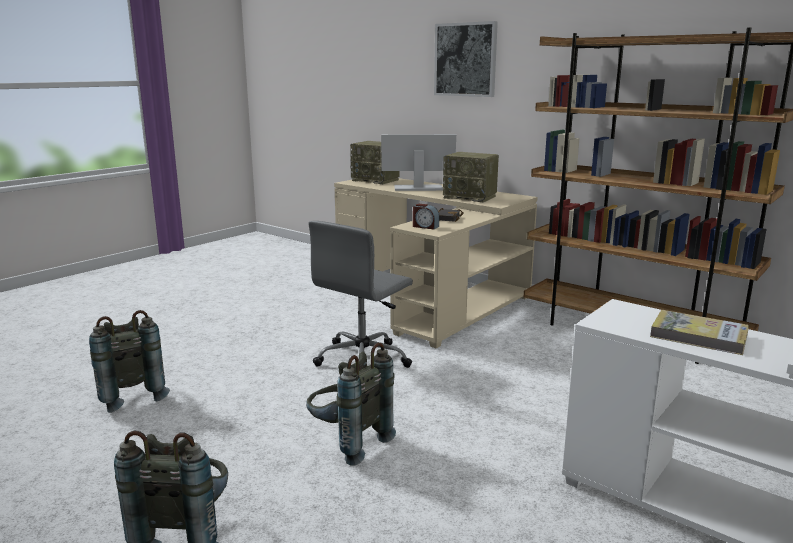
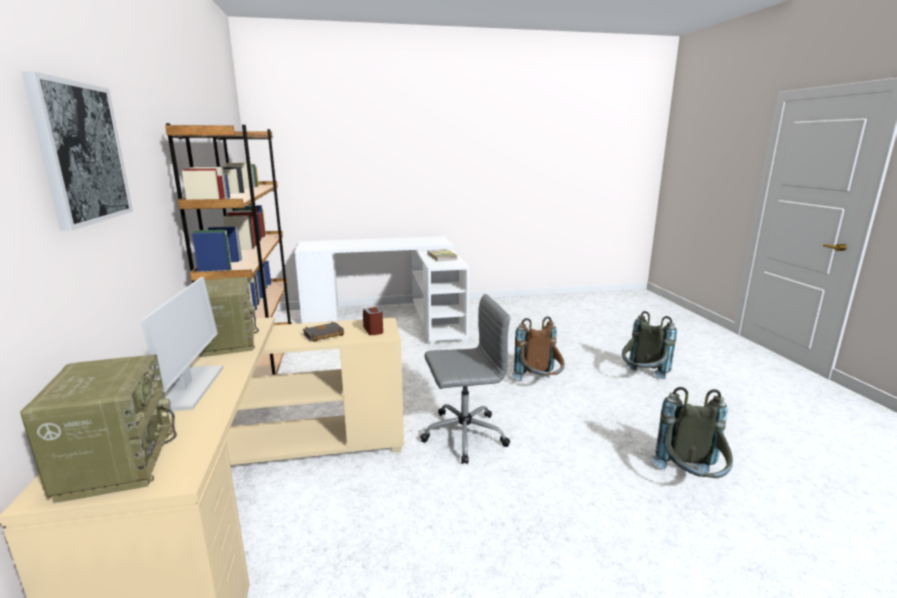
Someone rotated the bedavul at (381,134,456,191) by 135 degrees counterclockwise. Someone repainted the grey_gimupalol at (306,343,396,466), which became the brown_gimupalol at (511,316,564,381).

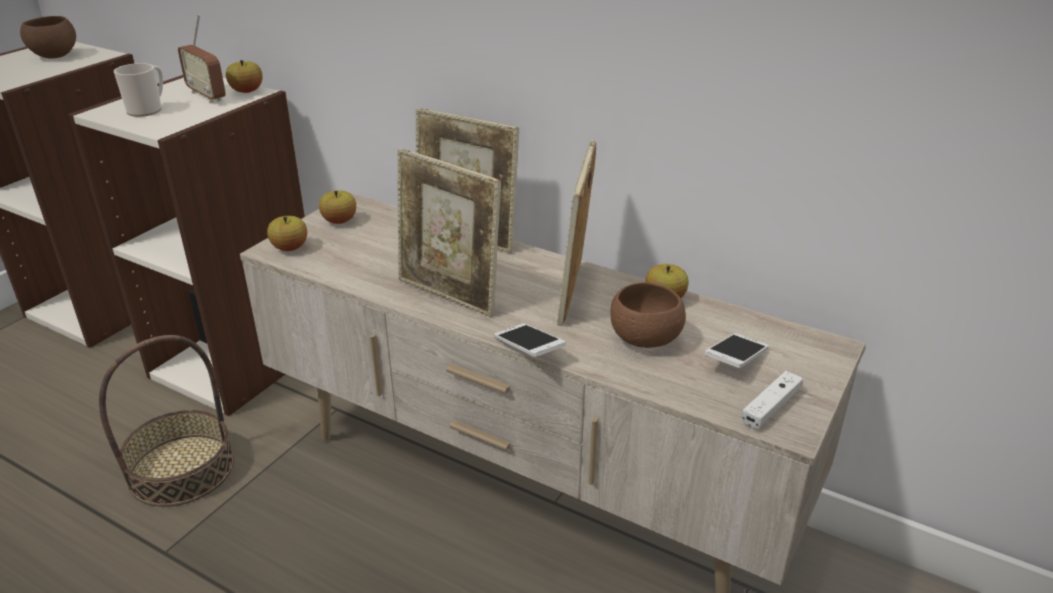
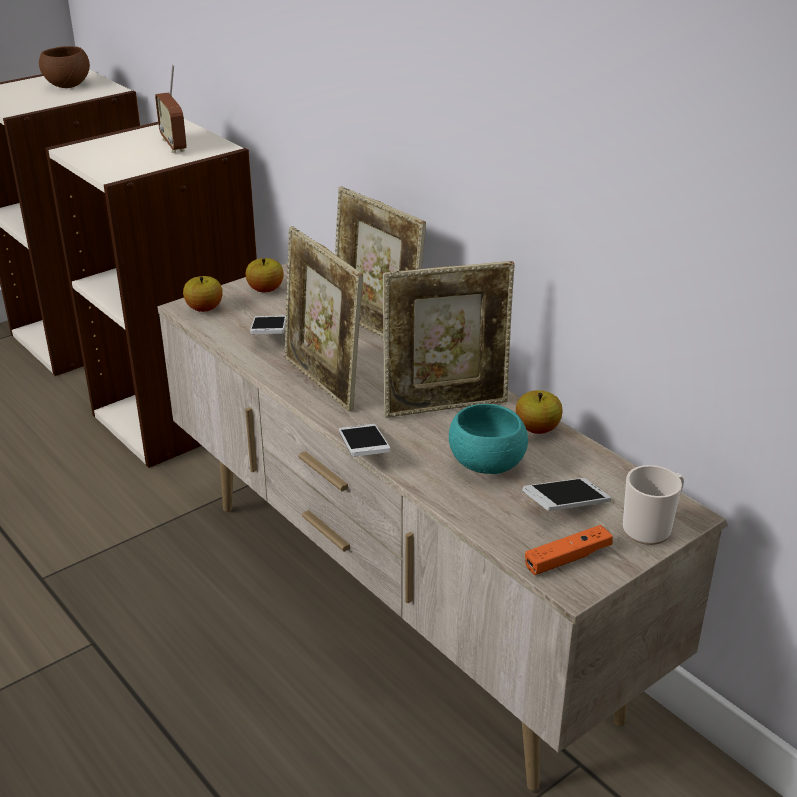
Someone put down the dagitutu at (250,315,286,334). Someone rotated the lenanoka at (556,140,596,326) by 135 degrees counterclockwise. Someone repainted the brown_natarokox at (610,282,686,348), which became the turquoise_natarokox at (449,404,528,474). Someone repainted the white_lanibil at (741,371,803,429), which became the orange_lanibil at (525,525,613,575). Someone carried the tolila from (114,63,163,117) to (623,465,684,545). Someone took away the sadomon at (99,335,234,507). Someone took away the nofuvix at (226,60,262,93).

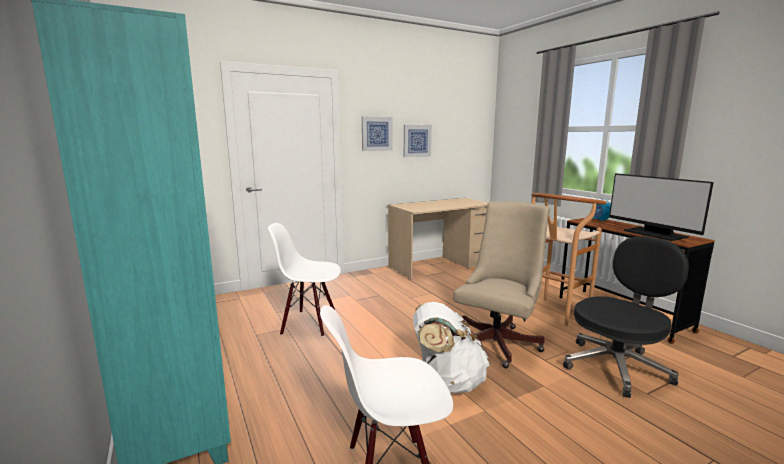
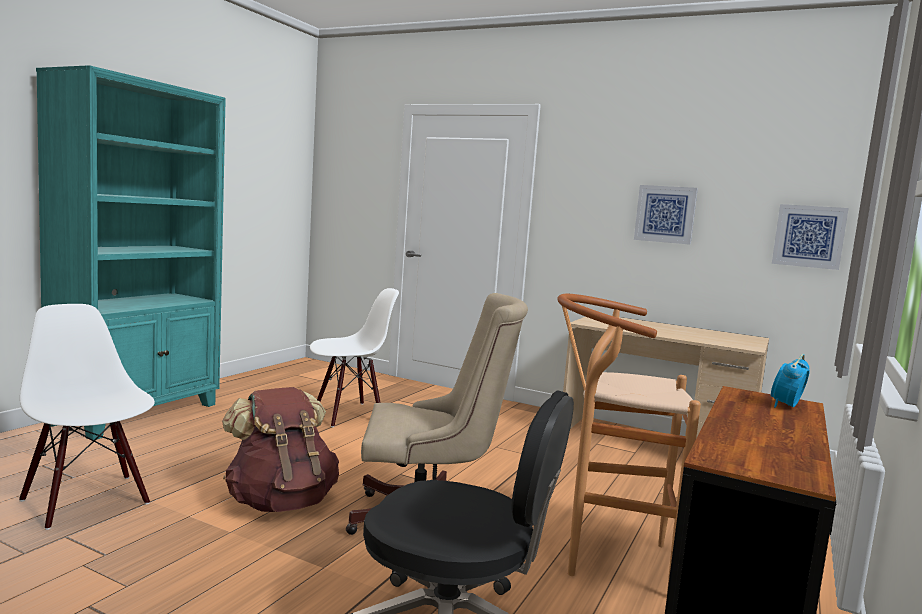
Someone repainted the white_gimupalol at (413,302,490,393), which became the brown_gimupalol at (222,387,339,512). Someone rotated the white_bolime at (268,223,341,337) by 90 degrees clockwise. Someone carried the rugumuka from (362,116,393,151) to (772,204,849,270). Someone took away the bedavul at (609,173,714,241).

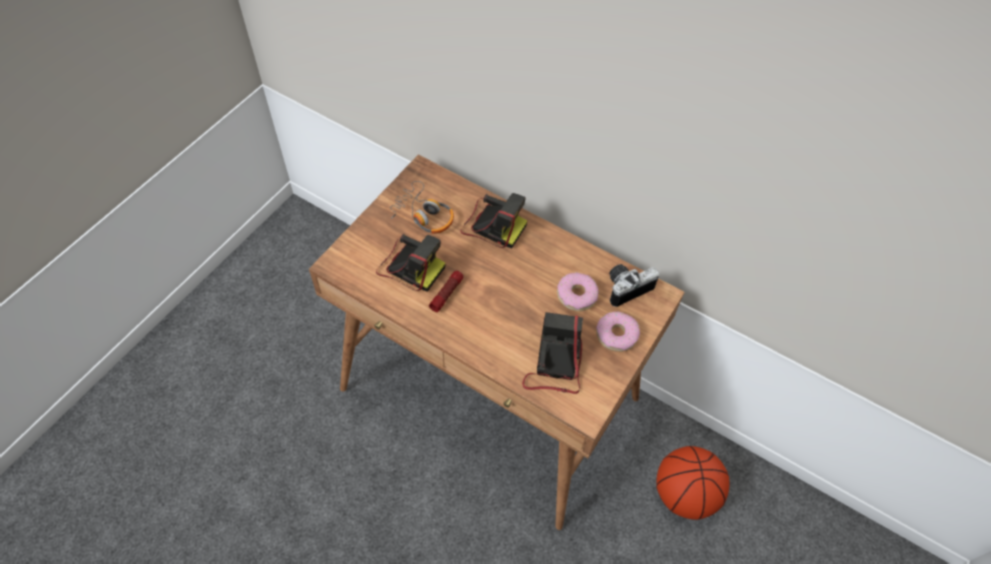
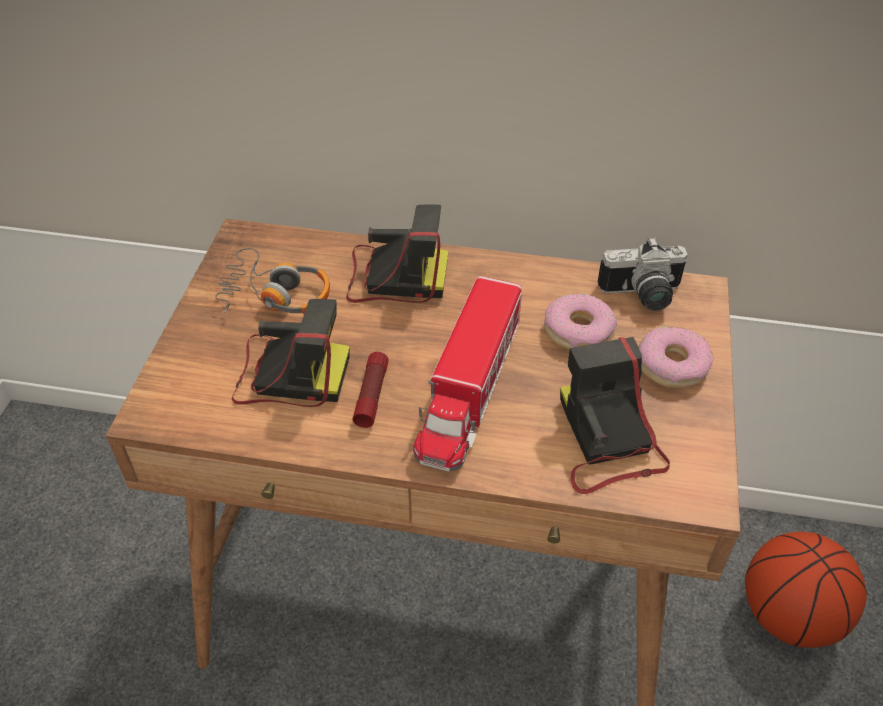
Someone put down the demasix at (413,276,522,472). Someone rotated the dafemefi at (609,264,659,307) by 135 degrees counterclockwise.

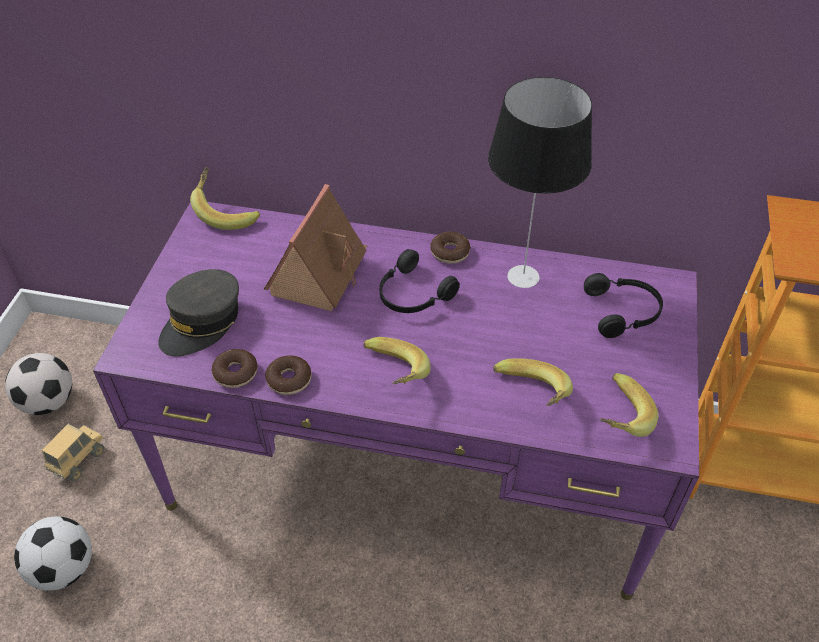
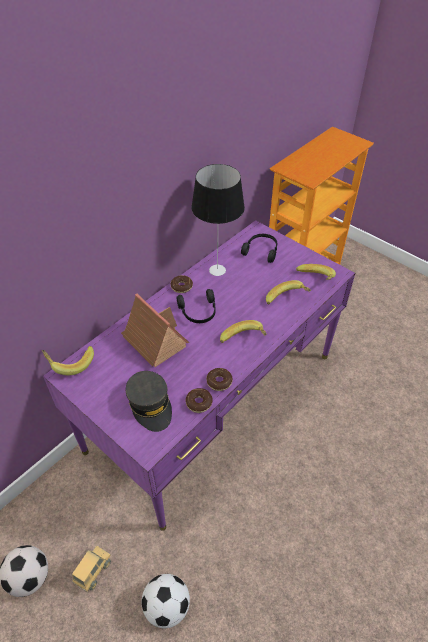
Someone rotated the demasix at (42,424,104,481) by 60 degrees clockwise.

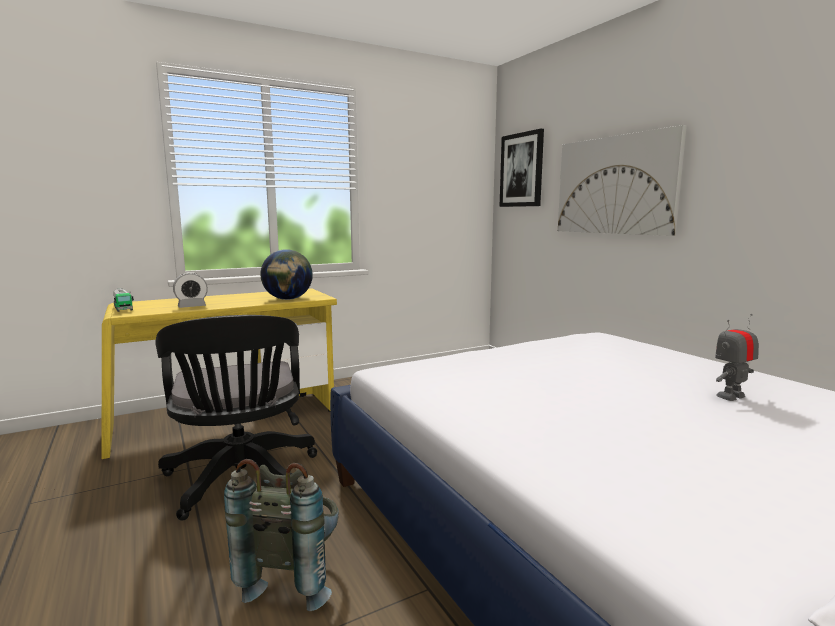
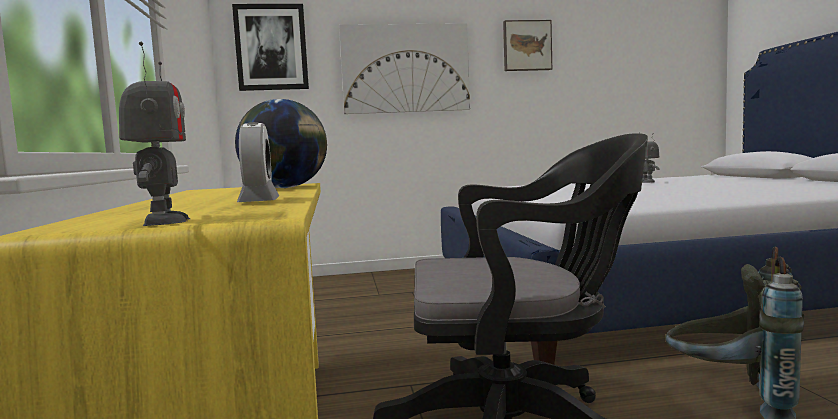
Someone swapped the demasix at (113,288,134,312) for the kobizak at (119,42,191,226). Someone put up the rugumuka at (503,20,552,71).

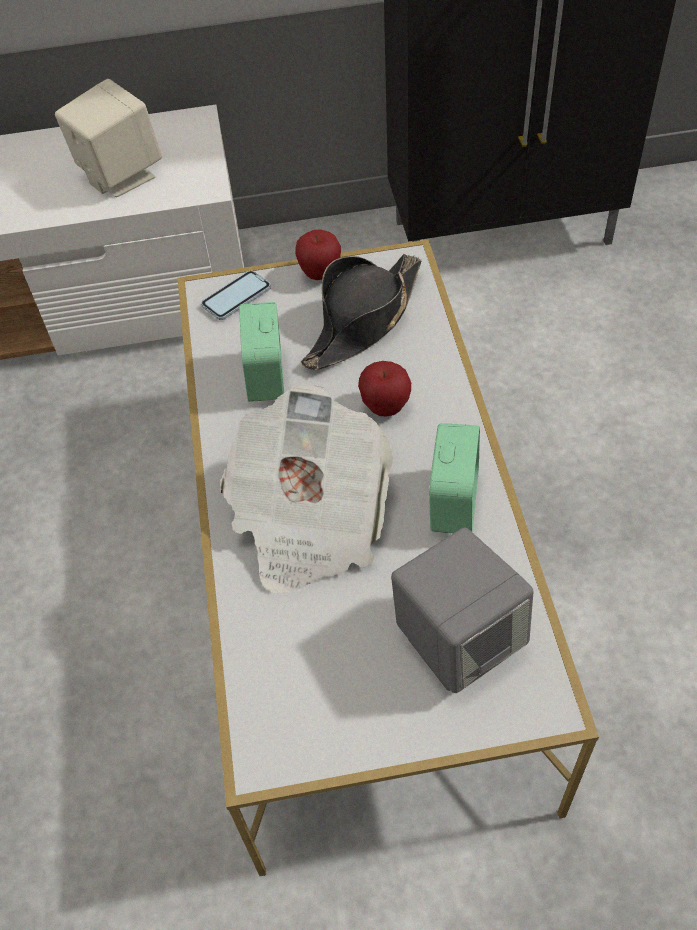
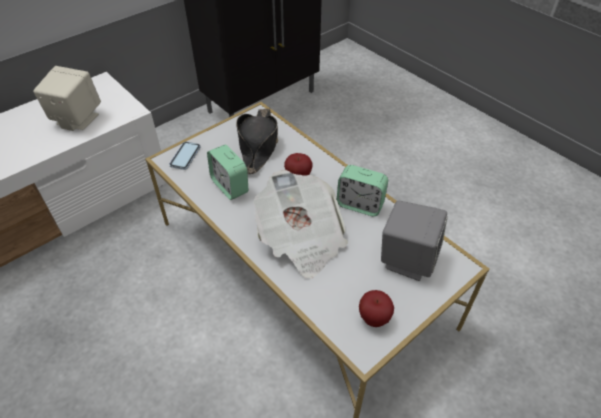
Someone rotated the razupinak at (429,423,480,533) by 135 degrees clockwise. Someone carried the nofuvix from (295,229,341,280) to (359,290,394,327).

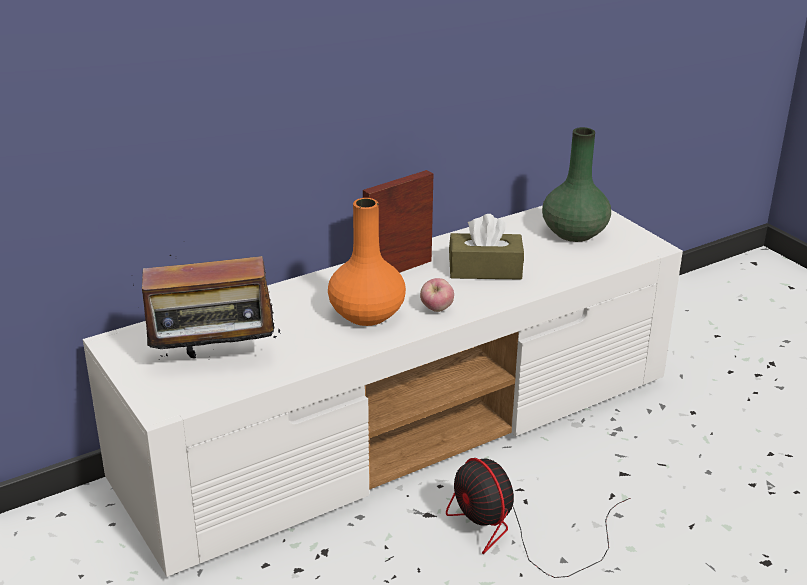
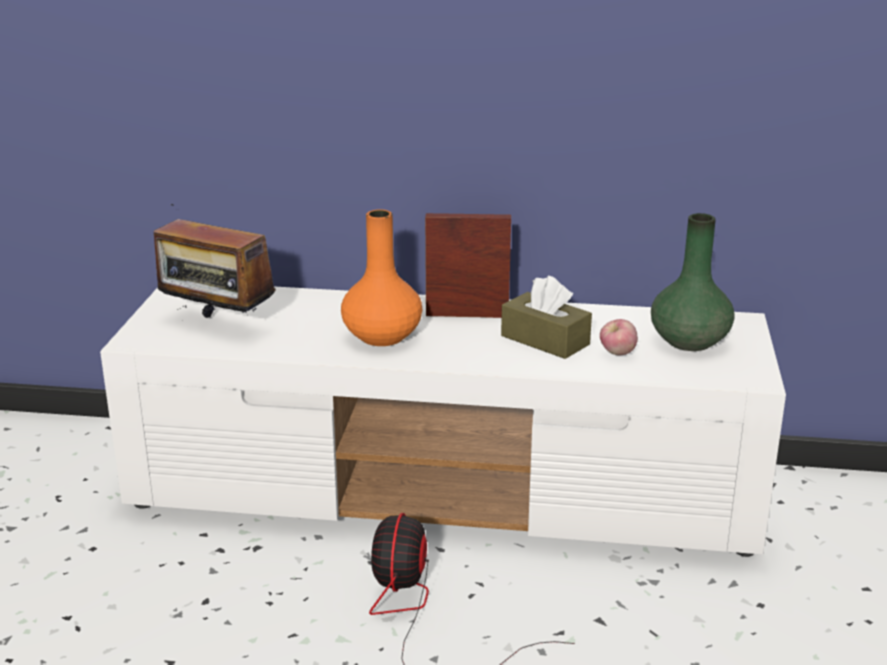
Someone carried the nofuvix from (420,278,454,312) to (600,319,638,355).

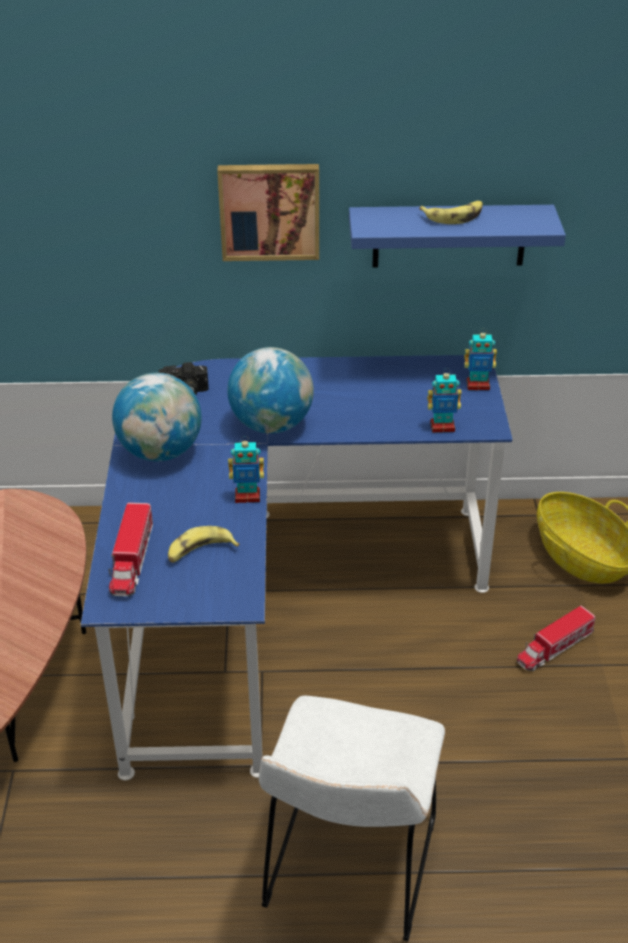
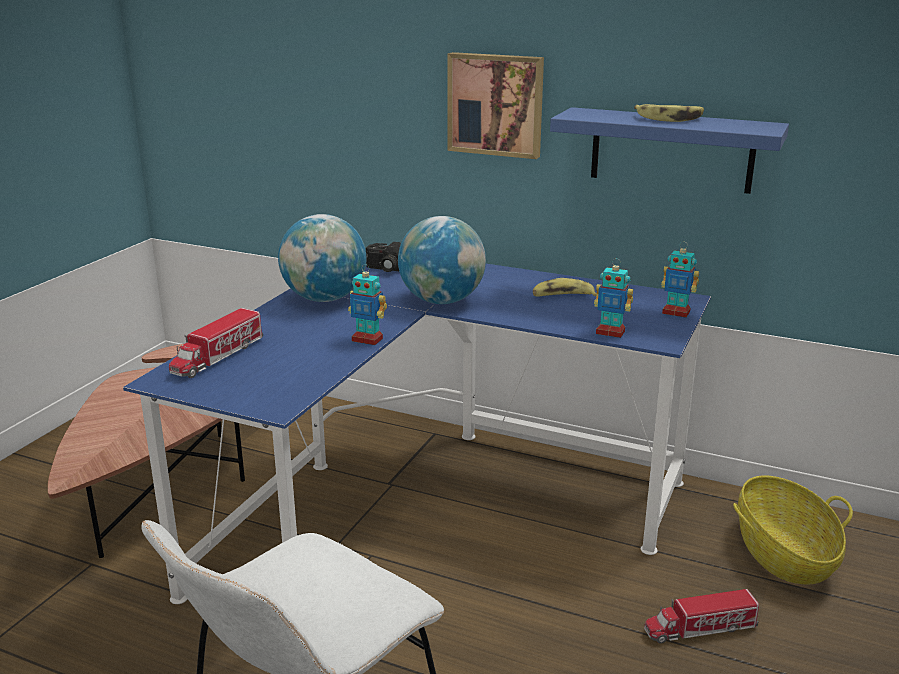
Someone carried the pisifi from (168,526,239,563) to (533,278,597,296).

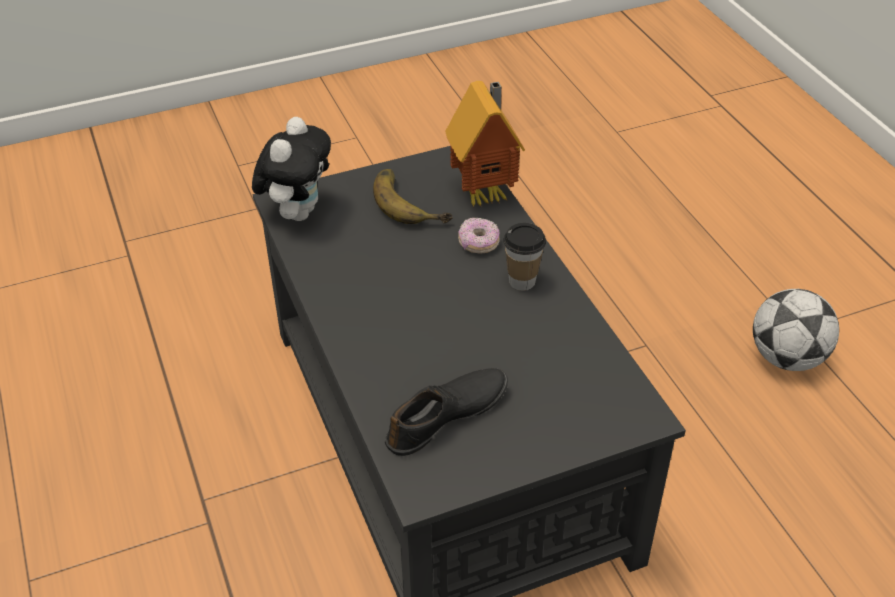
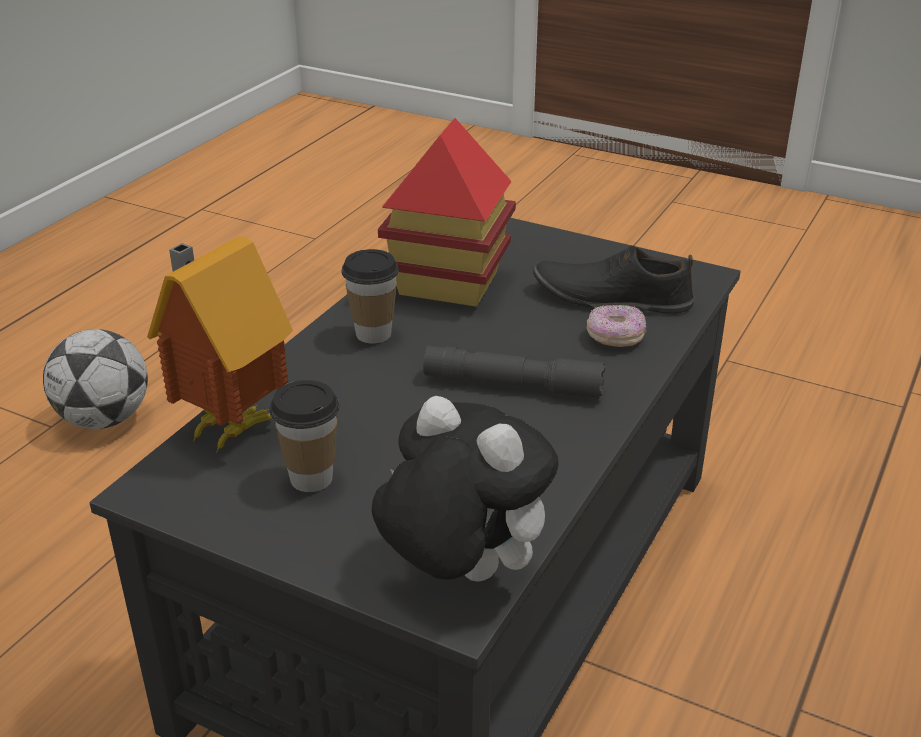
Someone swapped the pisifi at (373,169,453,224) for the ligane at (269,380,340,492). Someone rotated the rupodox at (252,117,331,221) by 60 degrees clockwise. Someone put down the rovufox at (378,118,516,307). Someone put down the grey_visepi at (423,346,605,399). Someone carried the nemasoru from (458,217,500,254) to (587,305,646,347).

